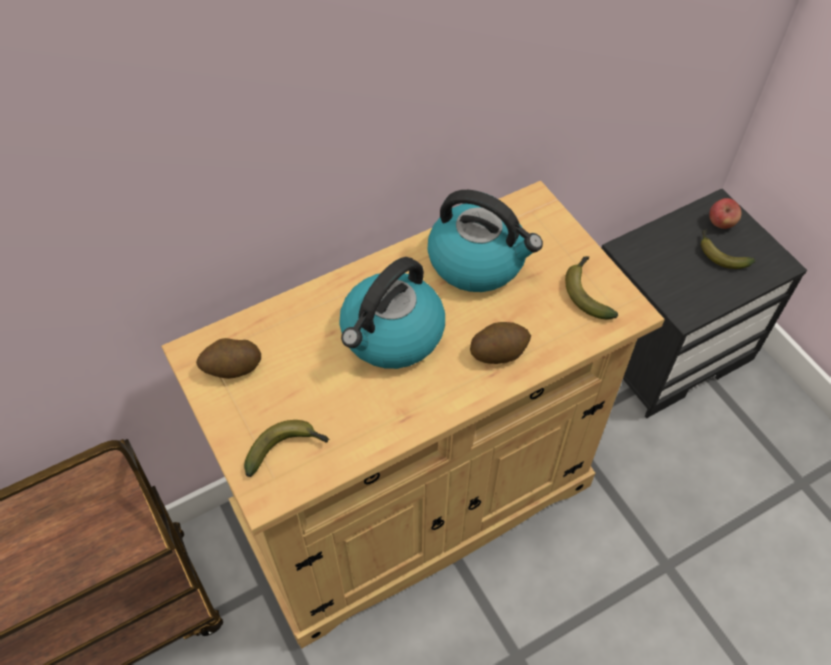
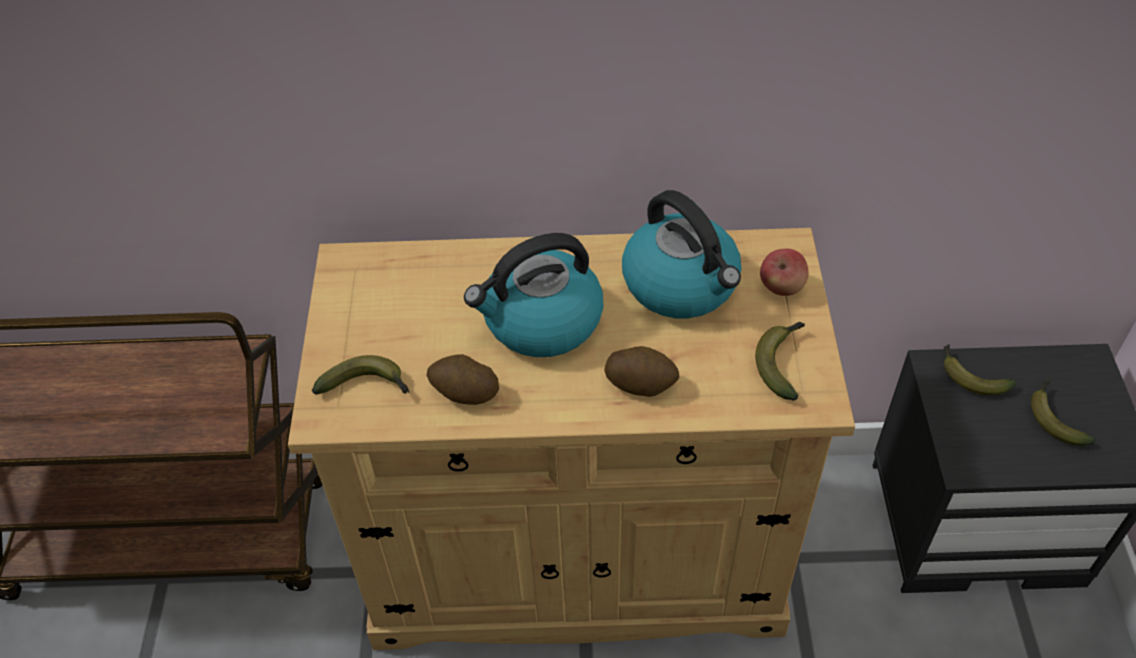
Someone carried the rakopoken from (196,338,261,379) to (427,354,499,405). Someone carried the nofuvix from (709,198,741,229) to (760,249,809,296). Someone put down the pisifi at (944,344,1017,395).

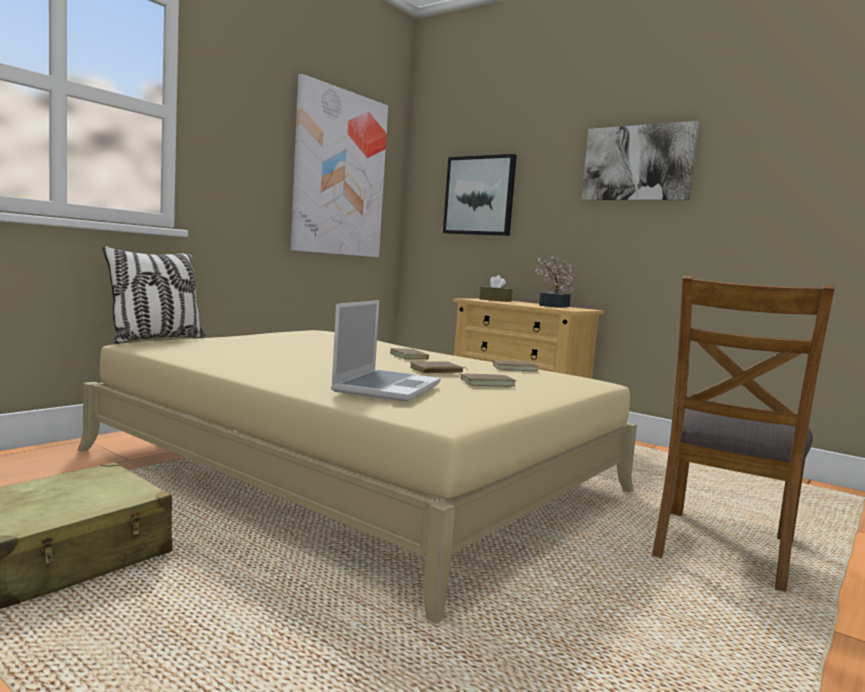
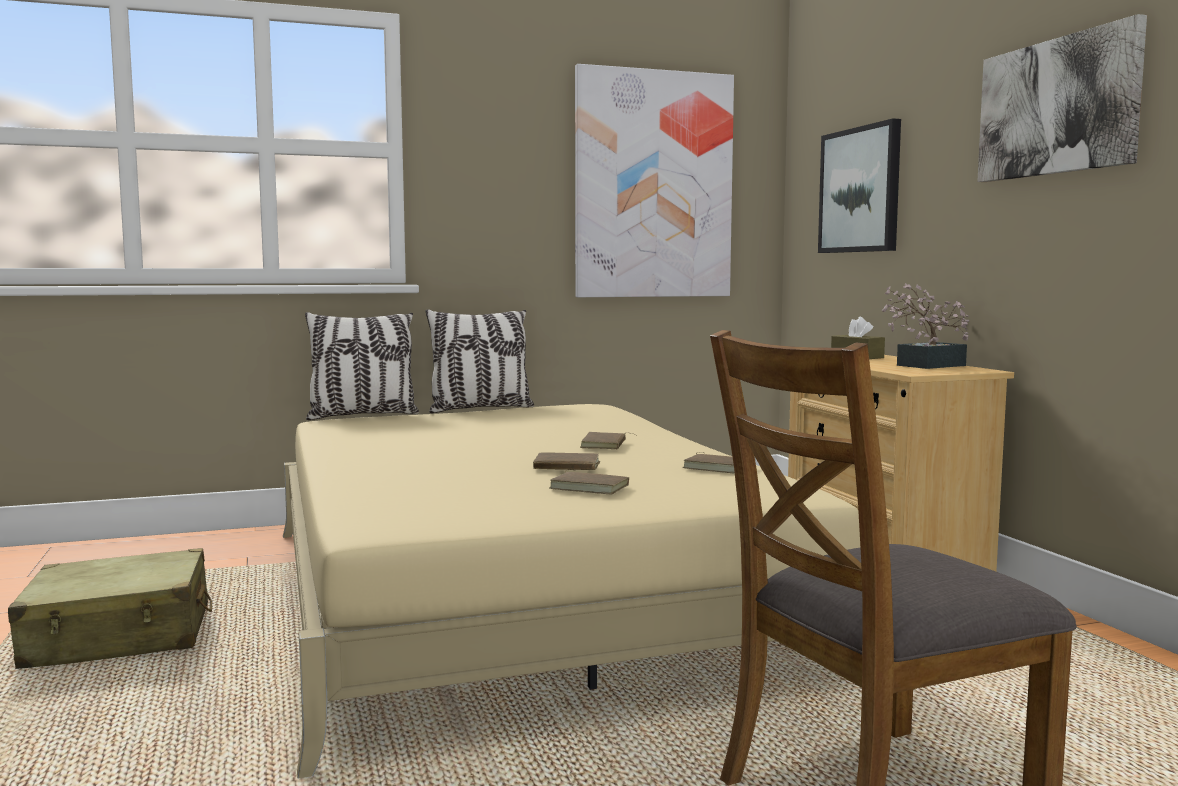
Someone put down the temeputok at (426,309,534,413). Someone took away the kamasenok at (331,300,441,402).

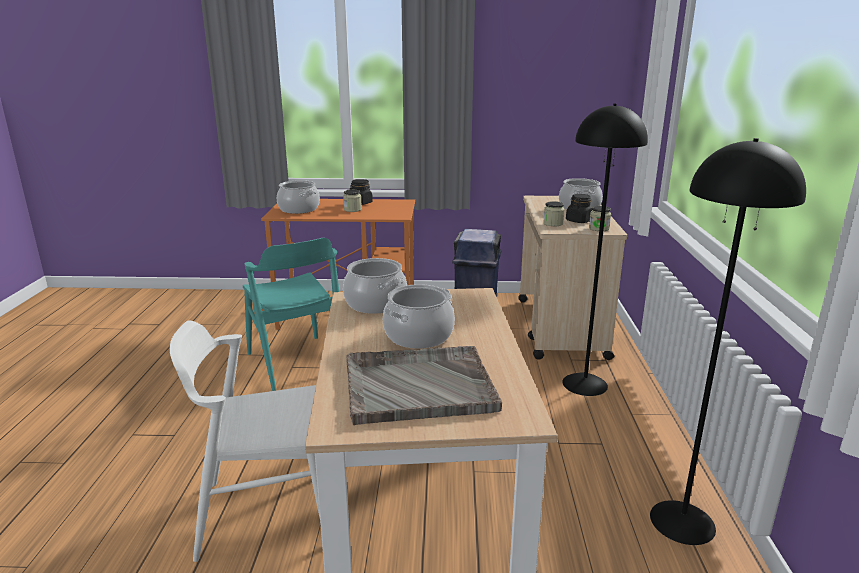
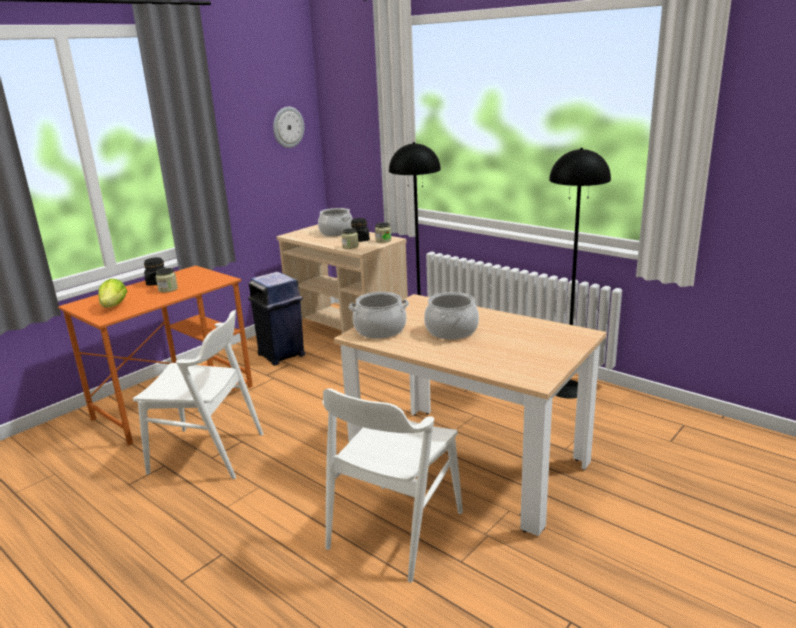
Someone swapped the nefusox at (277,180,320,214) for the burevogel at (98,279,127,308). Someone repainted the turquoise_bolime at (243,238,340,391), which became the white_bolime at (133,310,263,479). Someone put up the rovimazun at (273,107,304,148). Someone took away the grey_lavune at (346,346,502,425).

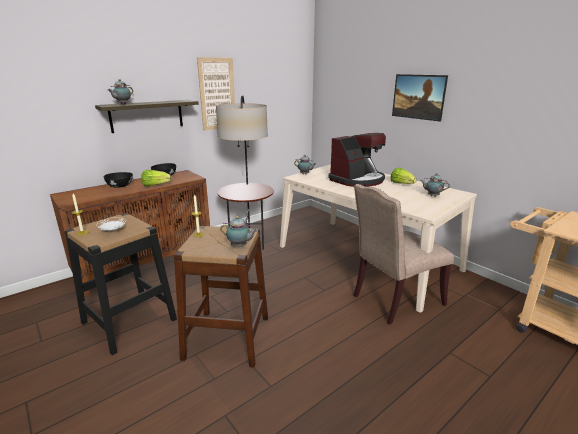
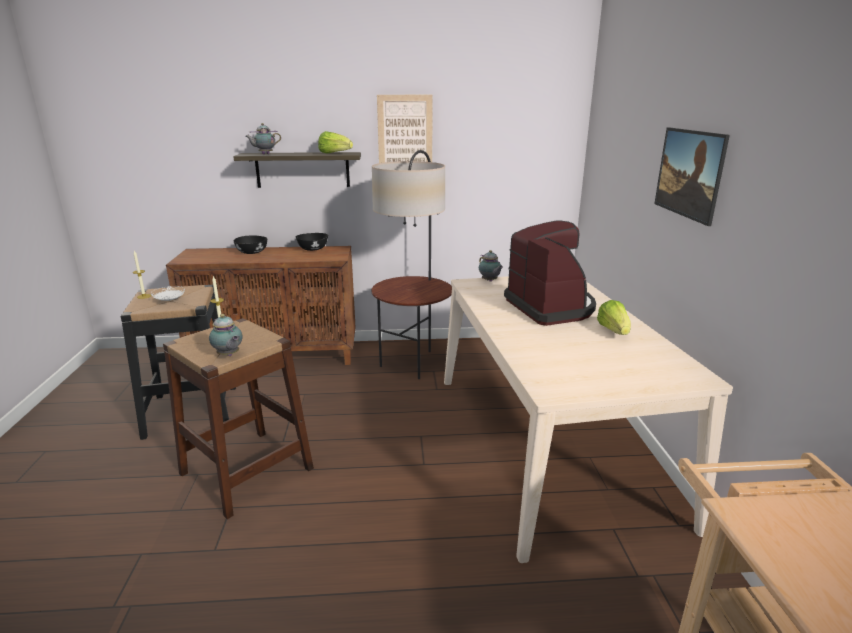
Someone carried the burevogel from (141,170,171,186) to (318,131,353,154). Someone rotated the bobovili at (329,133,386,187) by 105 degrees counterclockwise. Someone took away the beige_bolime at (353,184,454,325). Someone took away the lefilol at (420,173,450,197).

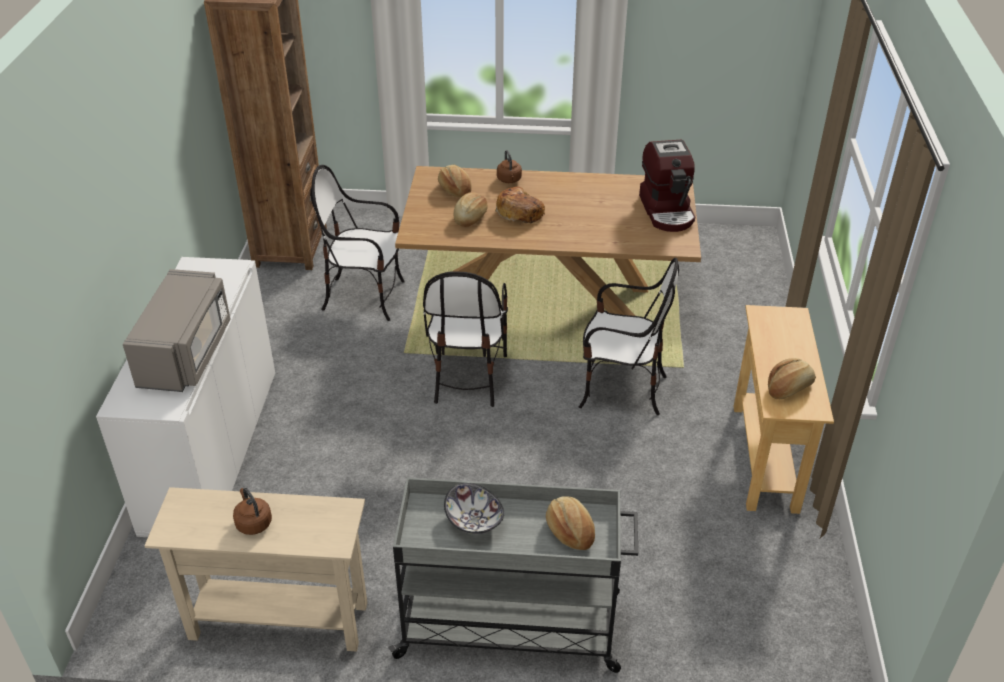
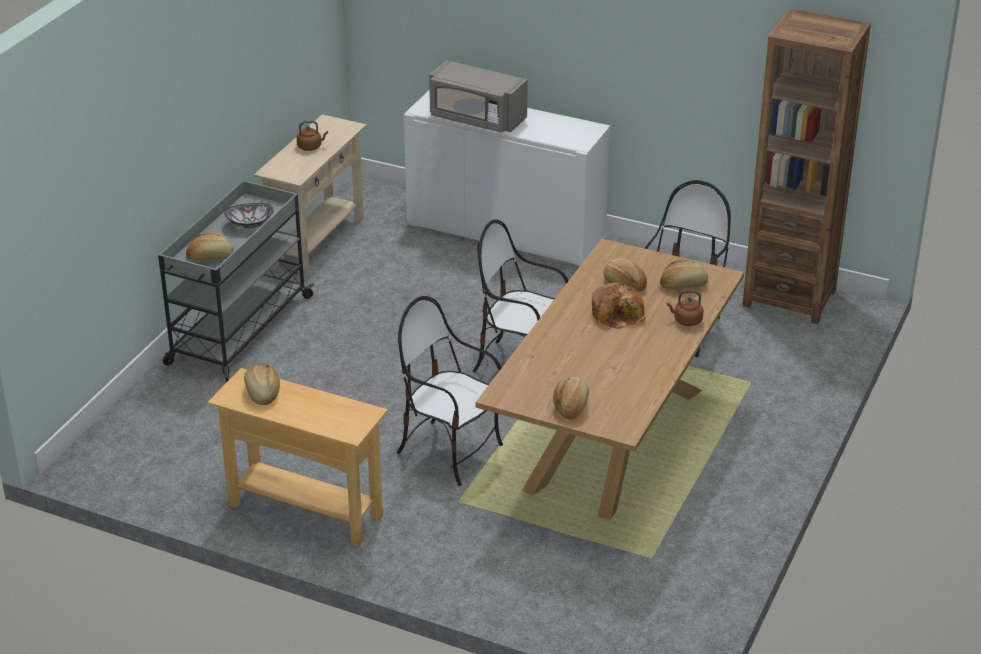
Someone rotated the bolime at (579,258,679,415) by 90 degrees clockwise. Someone swapped the bobovili at (639,140,695,232) for the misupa at (553,377,589,420).

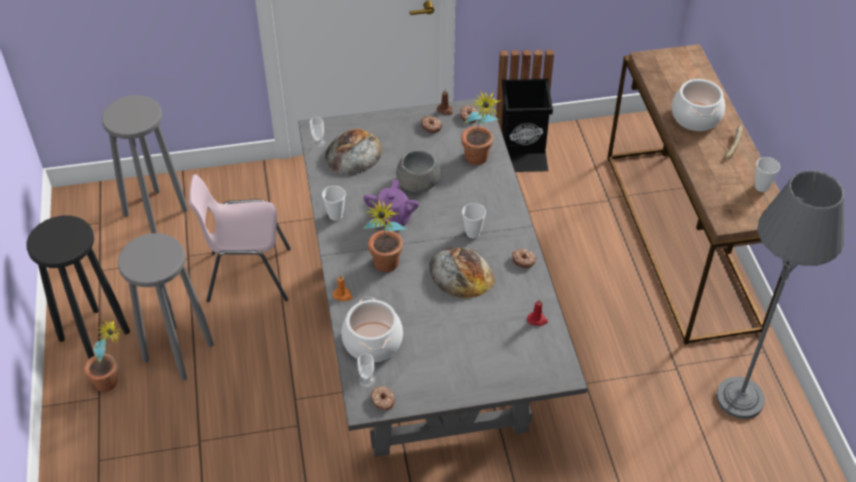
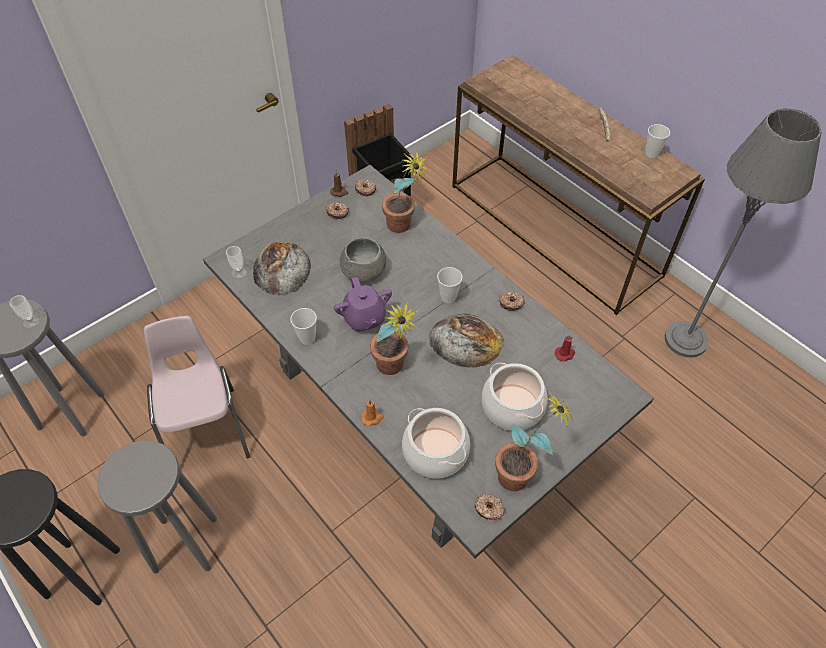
Someone carried the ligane from (357,353,375,388) to (10,295,40,328). Someone rotated the pink_bolime at (189,174,291,302) by 105 degrees clockwise. Someone carried the nefusox from (672,78,725,131) to (481,363,548,431). Someone carried the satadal from (84,318,123,392) to (495,392,573,491).

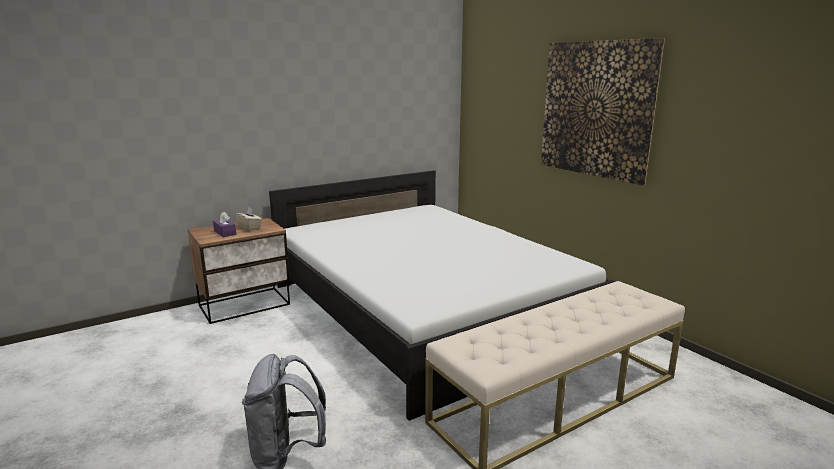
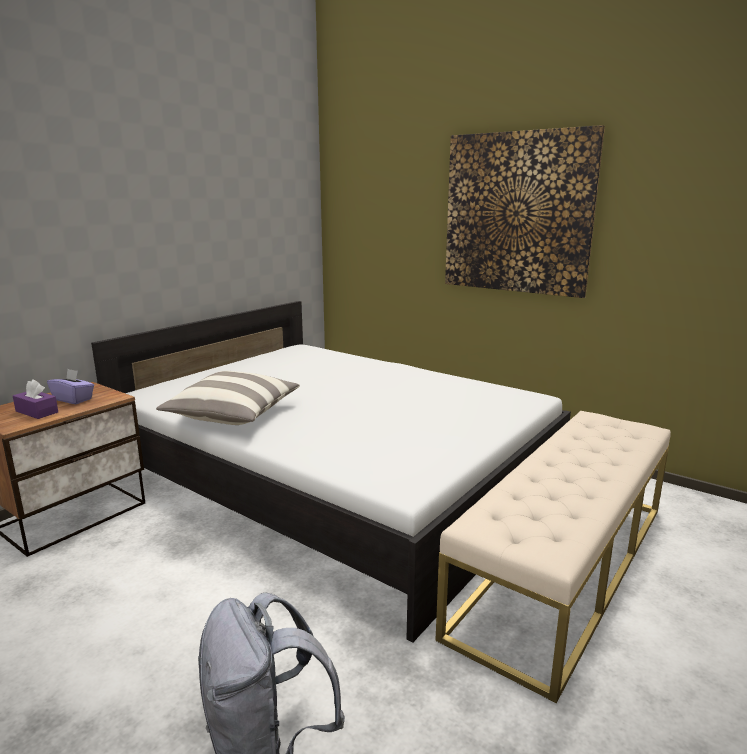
Someone repainted the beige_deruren at (235,207,262,231), which became the purple_deruren at (47,369,94,404). Someone put down the temeputok at (156,371,300,425).

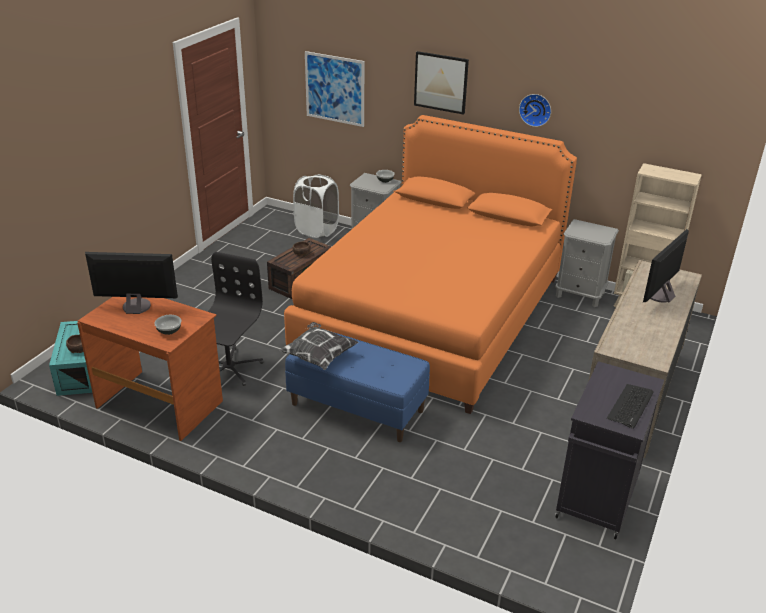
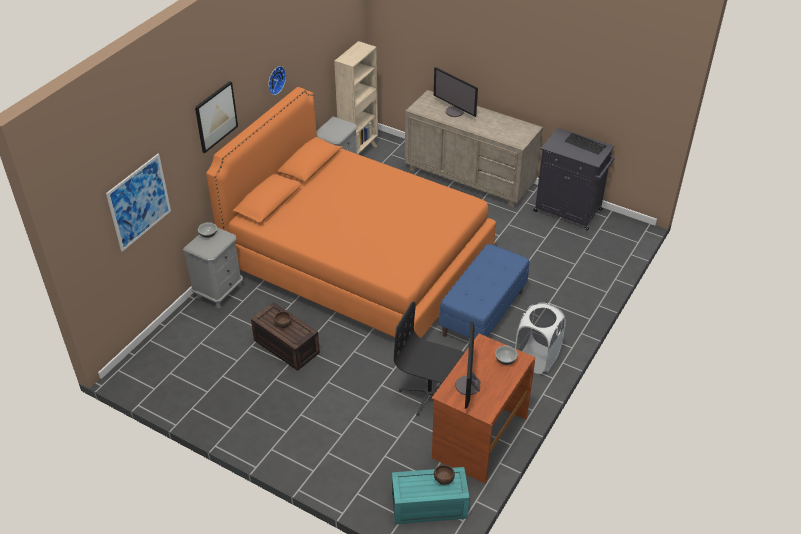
Someone carried the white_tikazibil from (293,174,339,238) to (515,302,566,374). Someone took away the temeputok at (279,322,358,370).

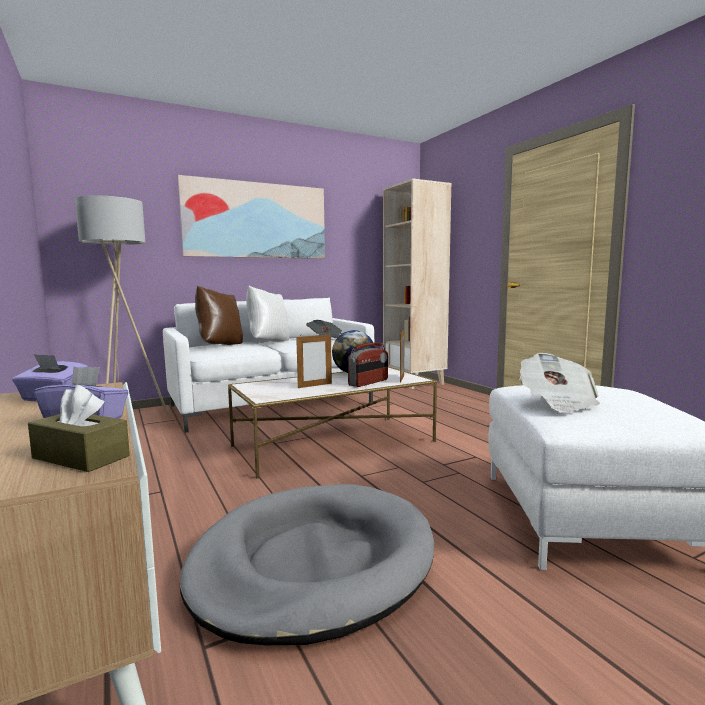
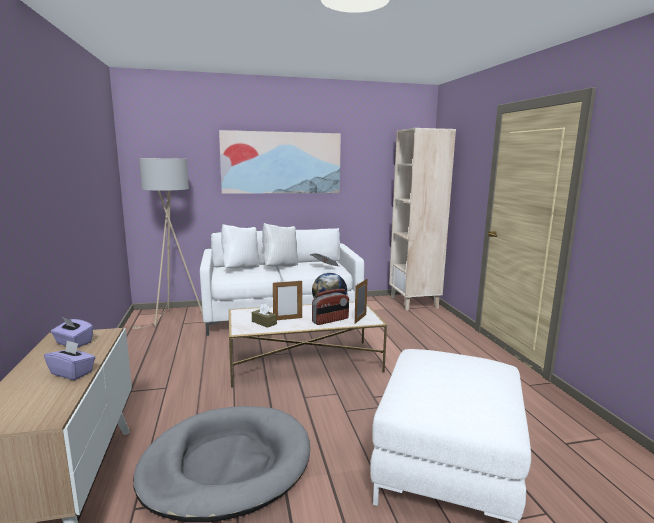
Someone repainted the brown_temeputok at (195,285,243,345), which became the white_temeputok at (221,224,260,269). Someone carried the brown_deruren from (28,385,130,472) to (252,303,277,328). Someone took away the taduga at (519,353,600,413).

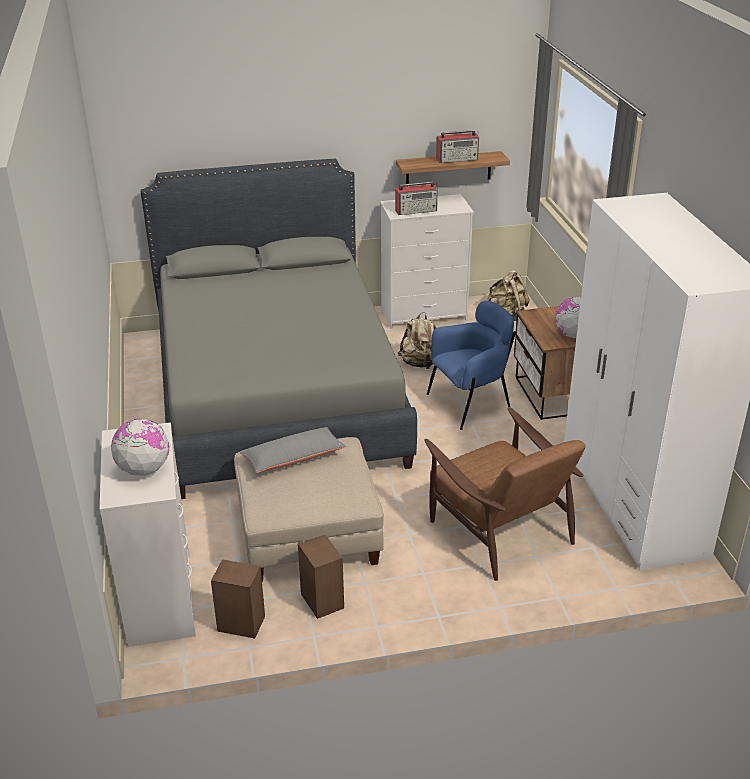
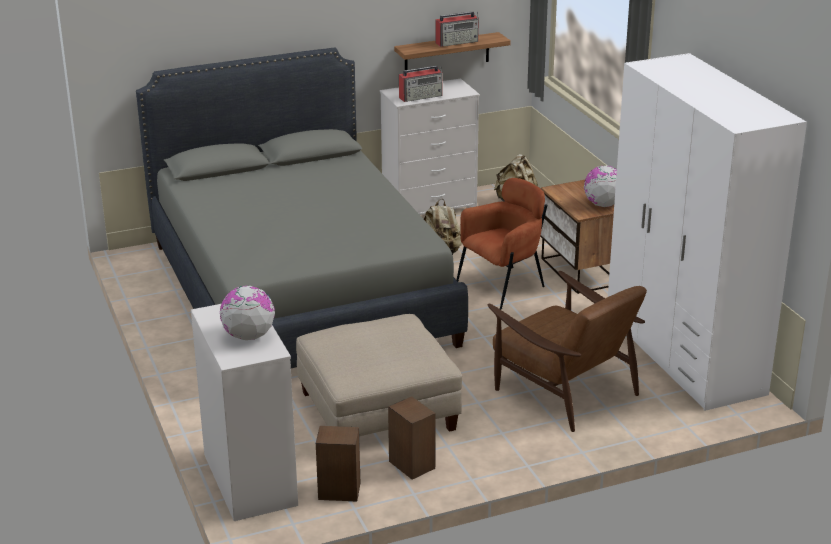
Someone repainted the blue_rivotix at (427,301,516,430), which became the brown_rivotix at (457,178,548,310). Someone took away the grey_temeputok at (240,427,346,473).

